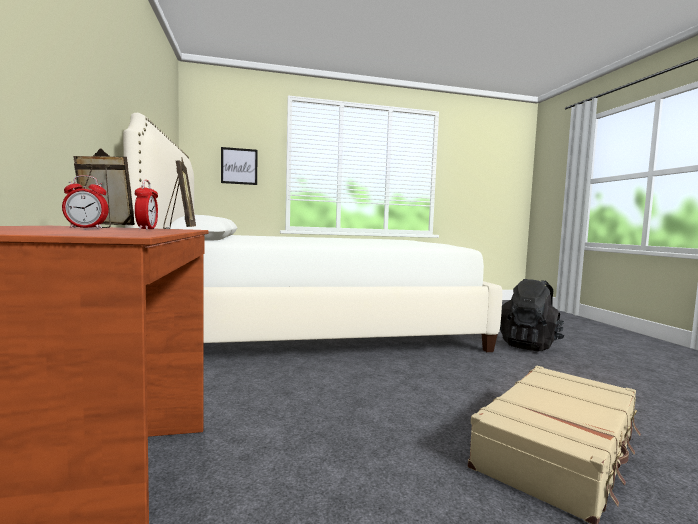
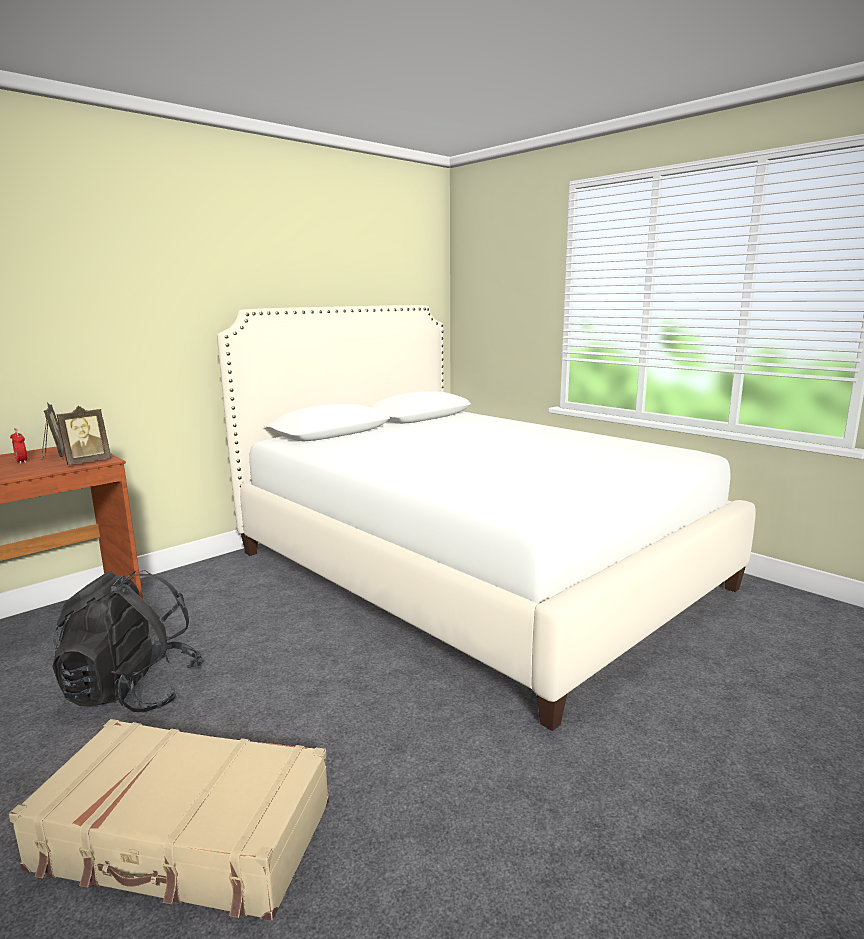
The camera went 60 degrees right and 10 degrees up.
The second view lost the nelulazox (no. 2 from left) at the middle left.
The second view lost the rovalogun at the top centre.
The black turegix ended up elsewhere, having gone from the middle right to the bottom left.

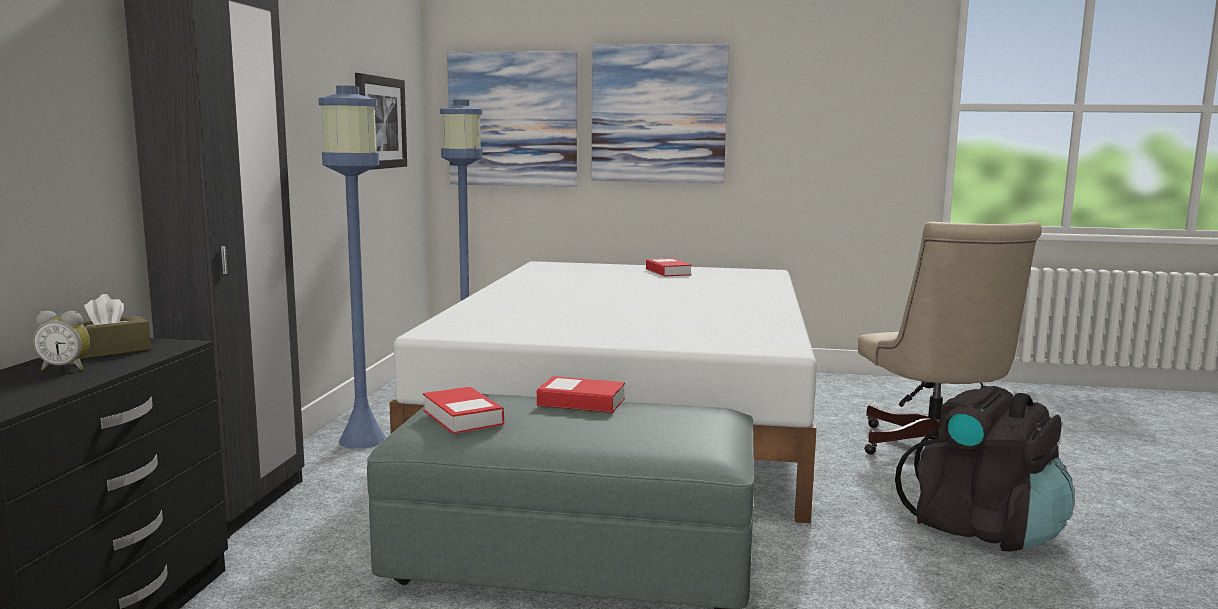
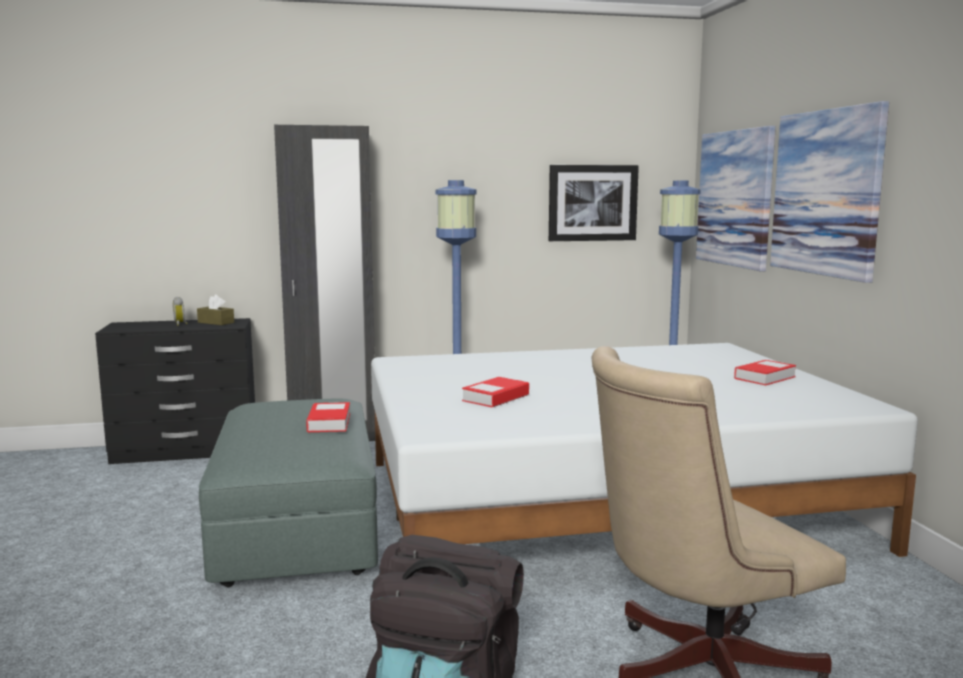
The camera went 70 degrees right and 0 degrees up.
The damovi (no. 1 from left in the first image) ended up elsewhere, having gone from the bottom centre to the centre.

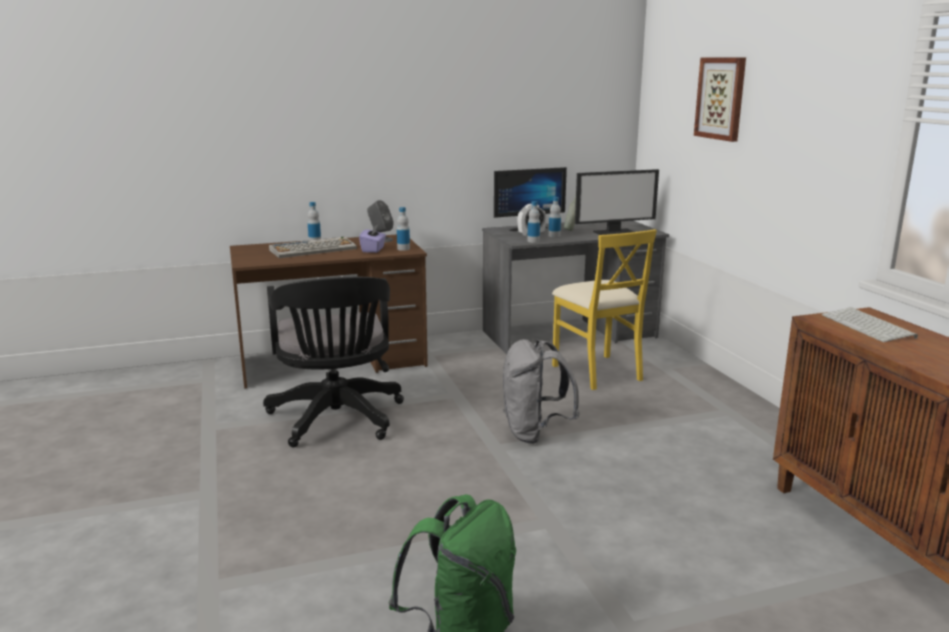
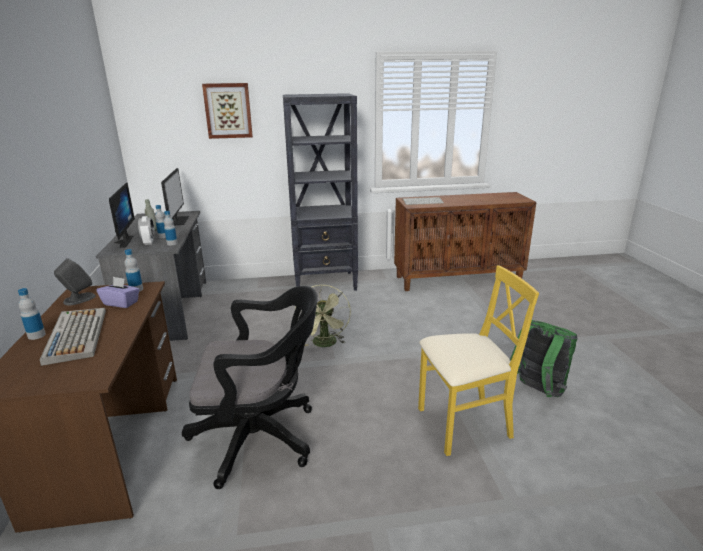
The camera went 80 degrees left and 5 degrees up.
Where the grey turegix stood at the centre, the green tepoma came to stand at the centre.
The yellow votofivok ended up elsewhere, having gone from the centre to the middle right.
The second view gained the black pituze at the centre.

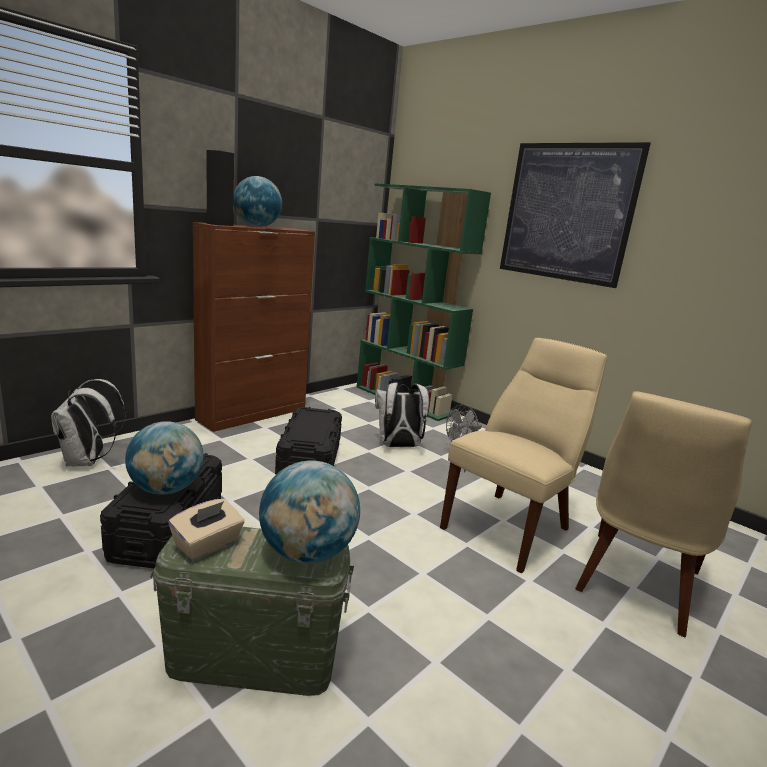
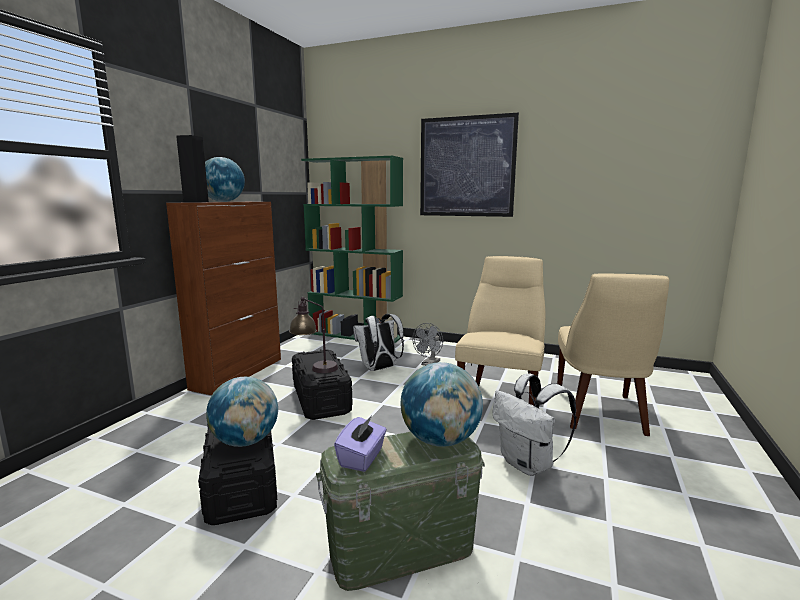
The camera went 20 degrees left and 5 degrees down.
The white turegix (no. 1 from left in the first image) ended up elsewhere, having gone from the middle left to the bottom right.
What was the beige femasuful at the bottom left turned into the purple femasuful at the bottom centre.
The second view gained the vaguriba at the centre.

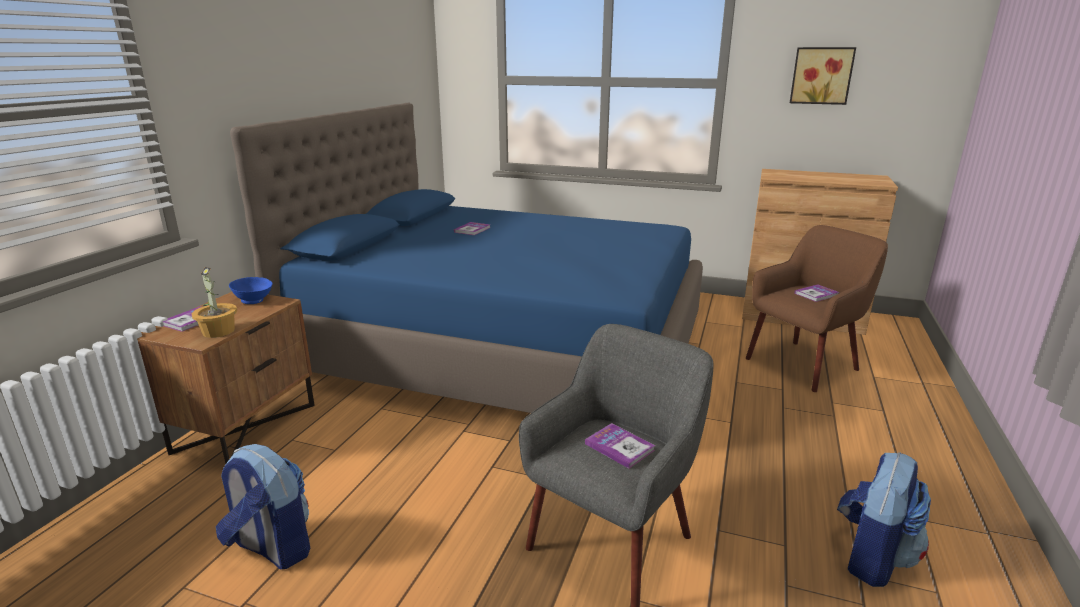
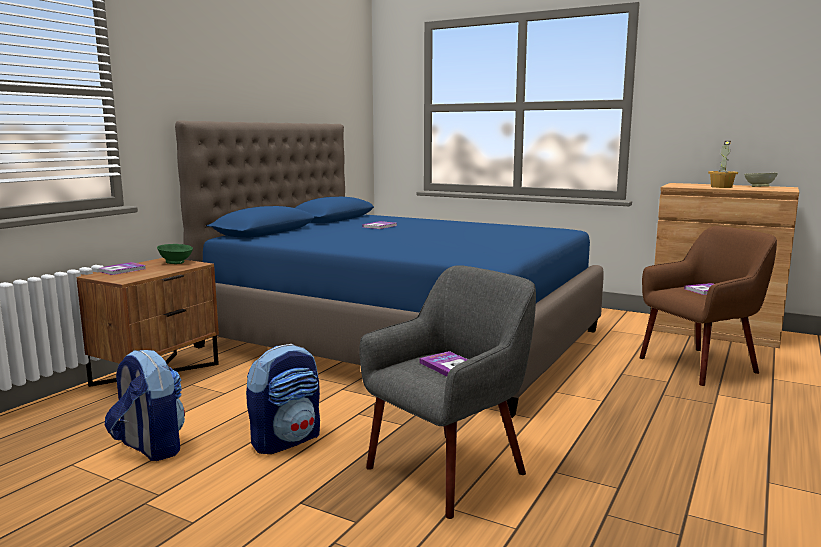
The camera went 10 degrees right and 10 degrees down.
The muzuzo ended up elsewhere, having gone from the middle left to the top right.
What was the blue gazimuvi at the middle left turned into the green gazimuvi at the middle left.
The second view lost the rovalogun at the top right.
The turegix (no. 2 from left) ended up elsewhere, having gone from the bottom right to the bottom centre.
The second view gained the beige gazimuvi at the top right.

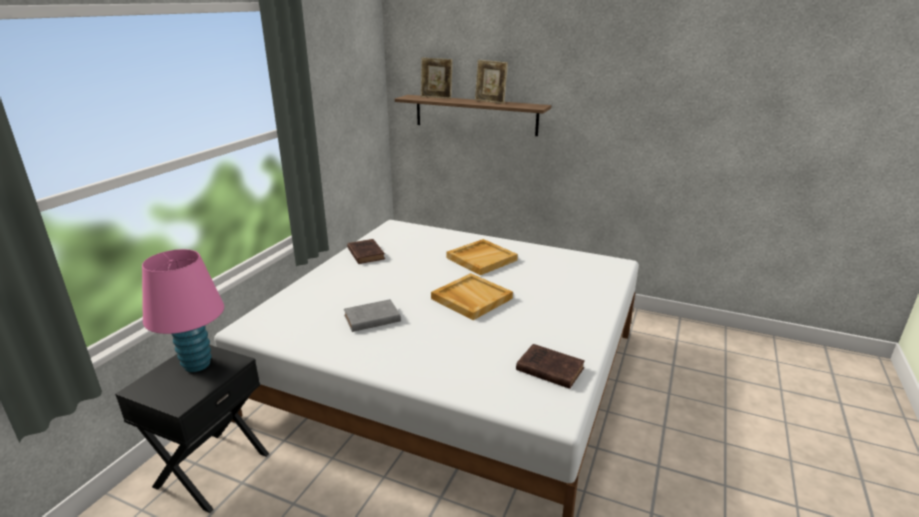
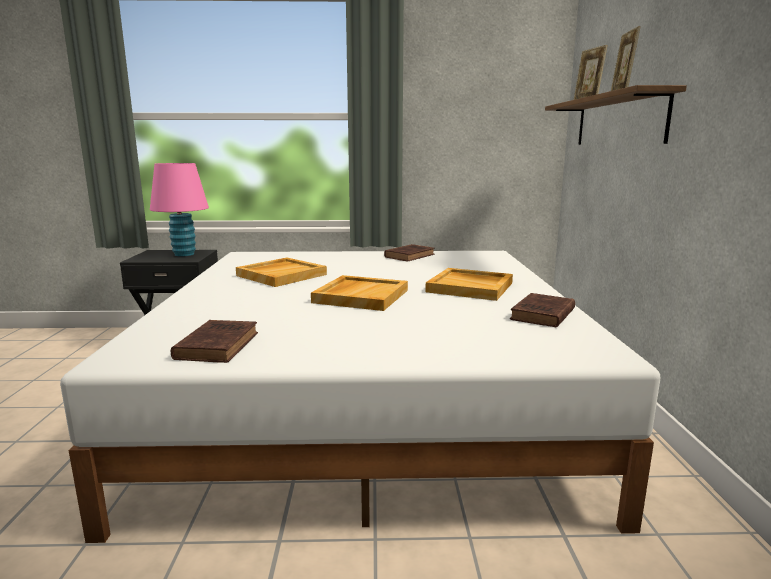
The camera went 65 degrees right and 10 degrees down.
Where the grey damovi stood at the centre, the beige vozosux (no. 1 from left) came to stand at the centre.
The second view gained the brown damovi (no. 3 from left) at the middle right.

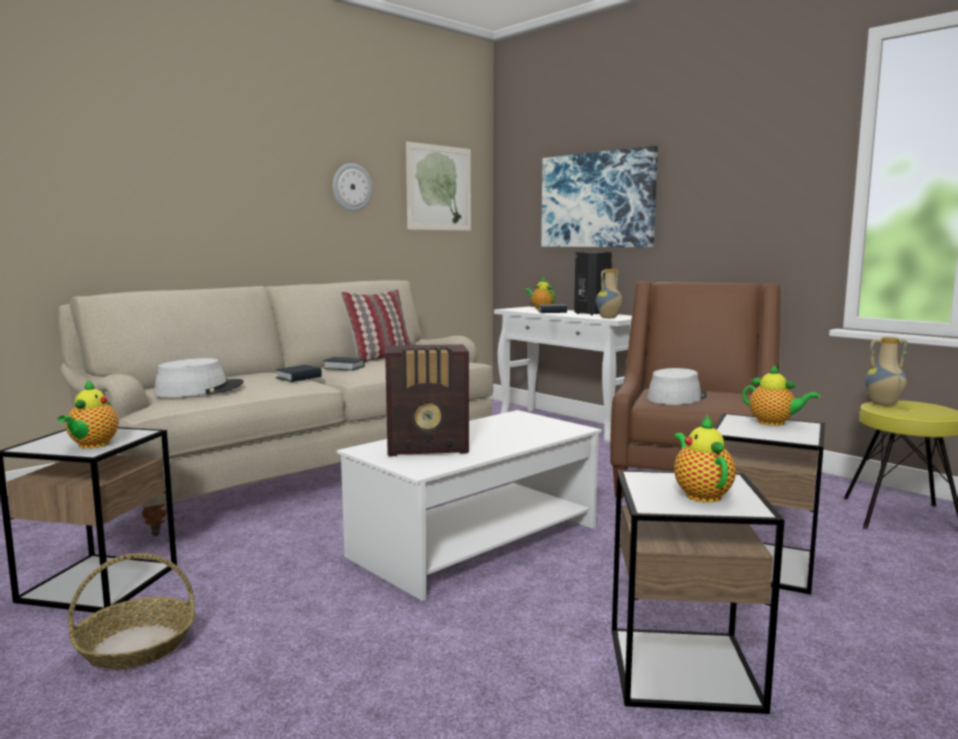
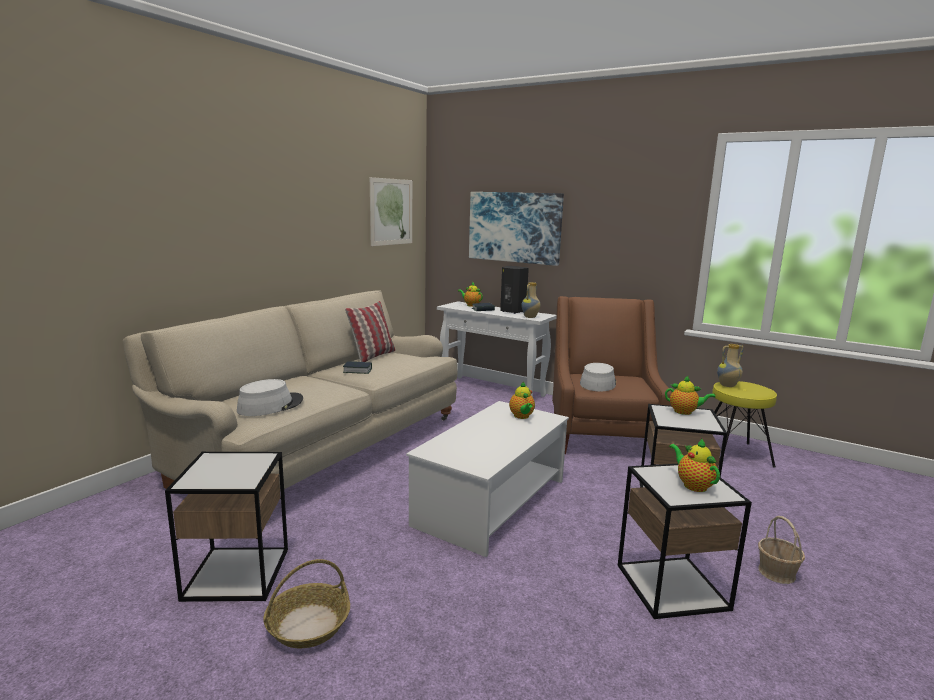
The camera went 15 degrees left and 5 degrees up.
The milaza (no. 1 from left in the first image) ended up elsewhere, having gone from the middle left to the centre.
The second view lost the damovi (no. 1 from left) at the middle left.
The second view lost the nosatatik at the top centre.
The second view lost the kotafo at the centre.
The second view gained the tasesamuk (no. 2 from left) at the bottom right.

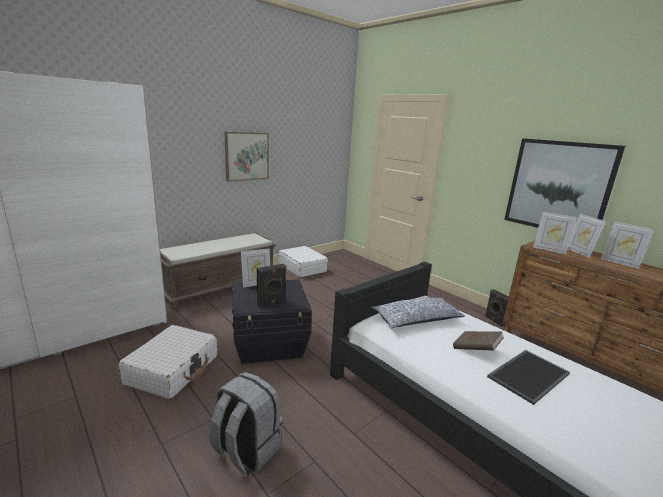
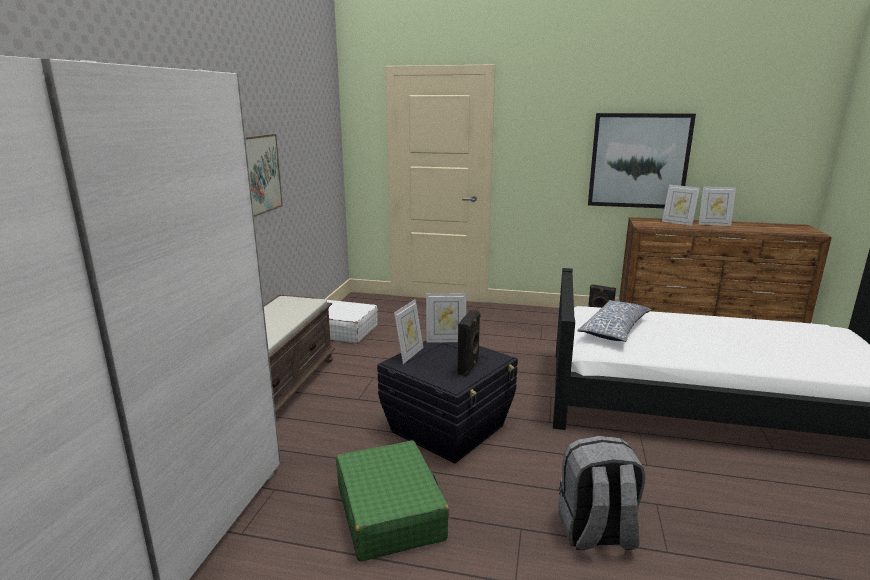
The camera went 35 degrees left and 0 degrees up.
What was the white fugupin (no. 1 from left) at the bottom left turned into the green fugupin at the bottom centre.
The second view lost the brown damovi at the bottom right.
The second view lost the vozosux at the bottom right.
The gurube (no. 2 from left) ended up elsewhere, having gone from the middle right to the centre.

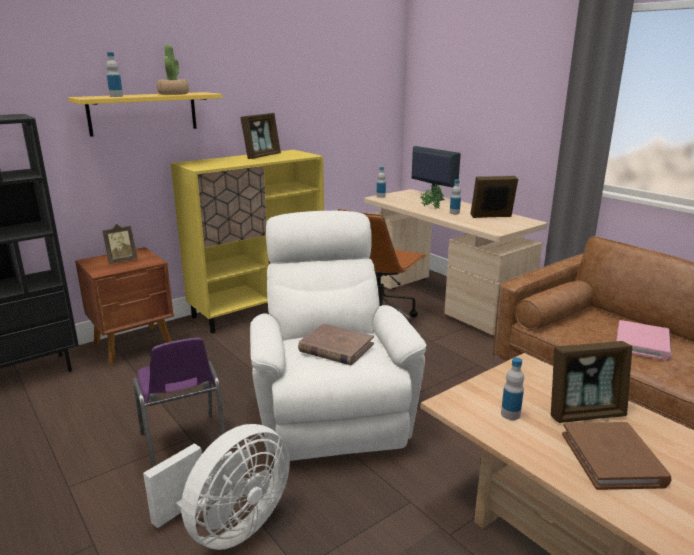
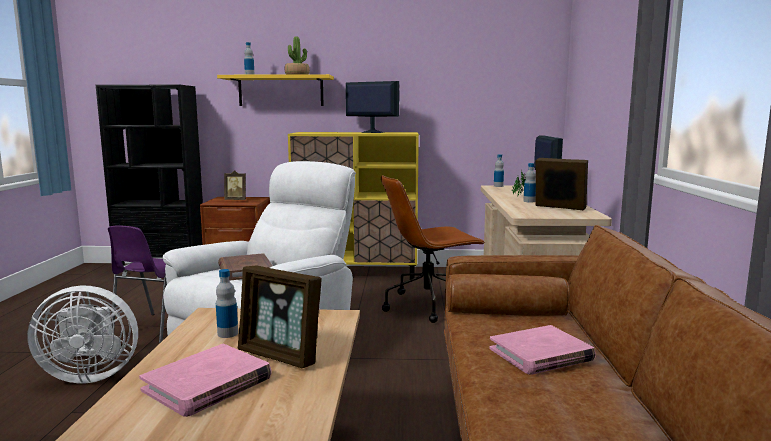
The camera went 40 degrees right and 10 degrees down.
Where the gurube (no. 2 from left) stood at the top centre, the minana (no. 1 from left) came to stand at the top centre.
What was the brown damovi (no. 2 from left) at the bottom right turned into the pink damovi (no. 1 from left) at the bottom left.

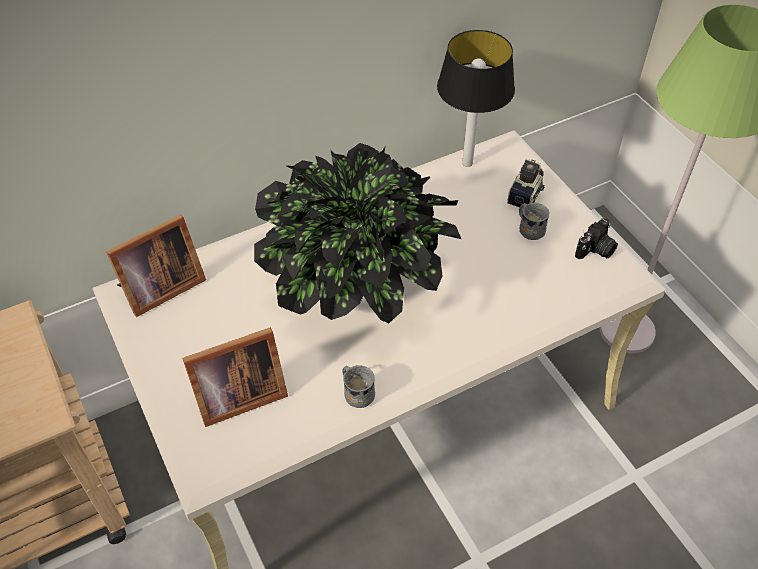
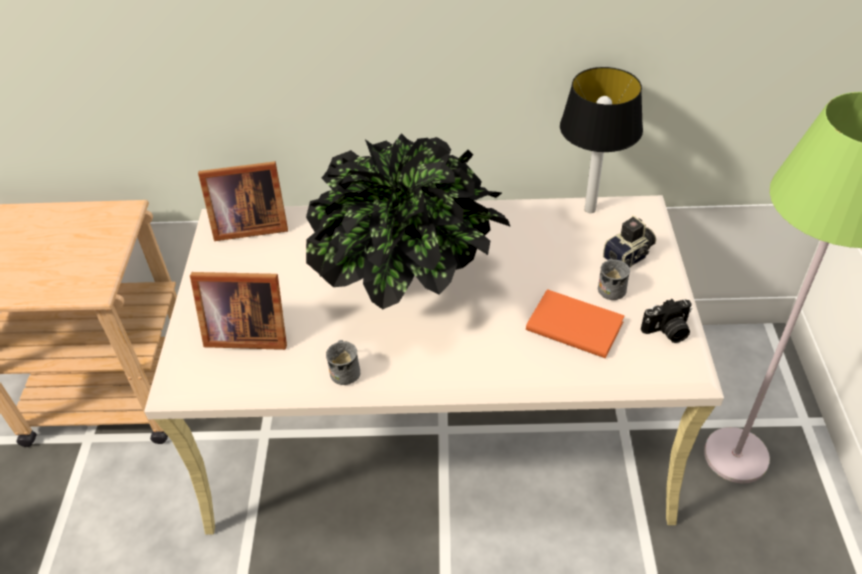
The camera went 30 degrees right and 5 degrees down.
The second view gained the orange damovi at the middle right.

